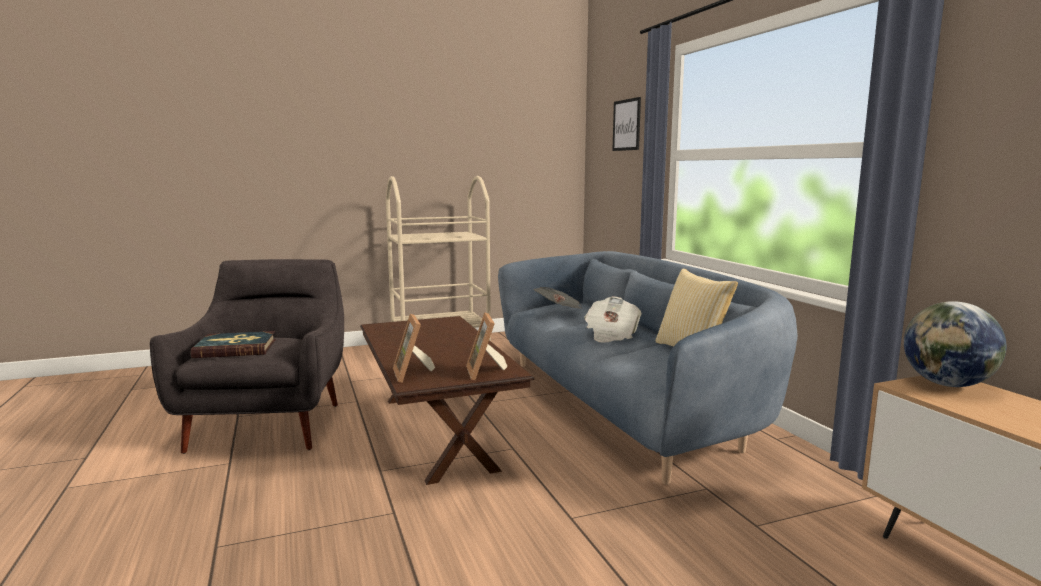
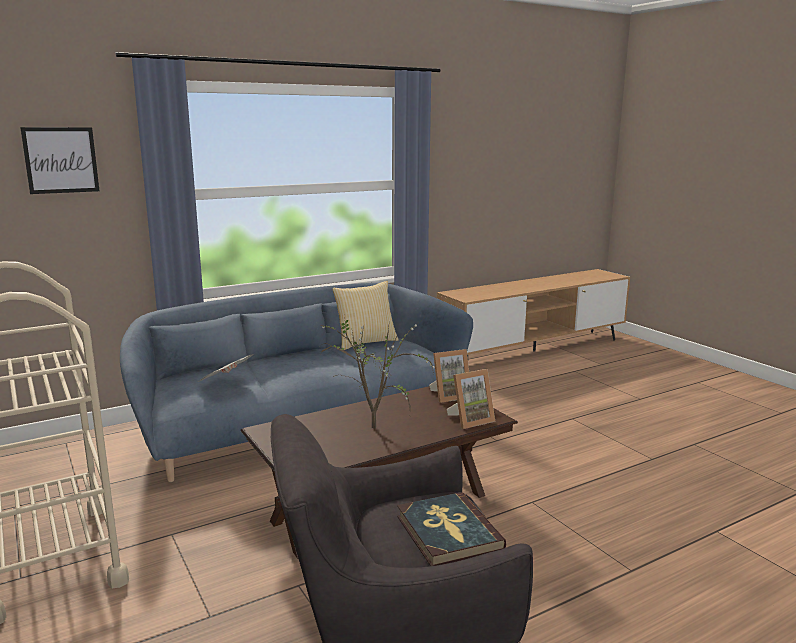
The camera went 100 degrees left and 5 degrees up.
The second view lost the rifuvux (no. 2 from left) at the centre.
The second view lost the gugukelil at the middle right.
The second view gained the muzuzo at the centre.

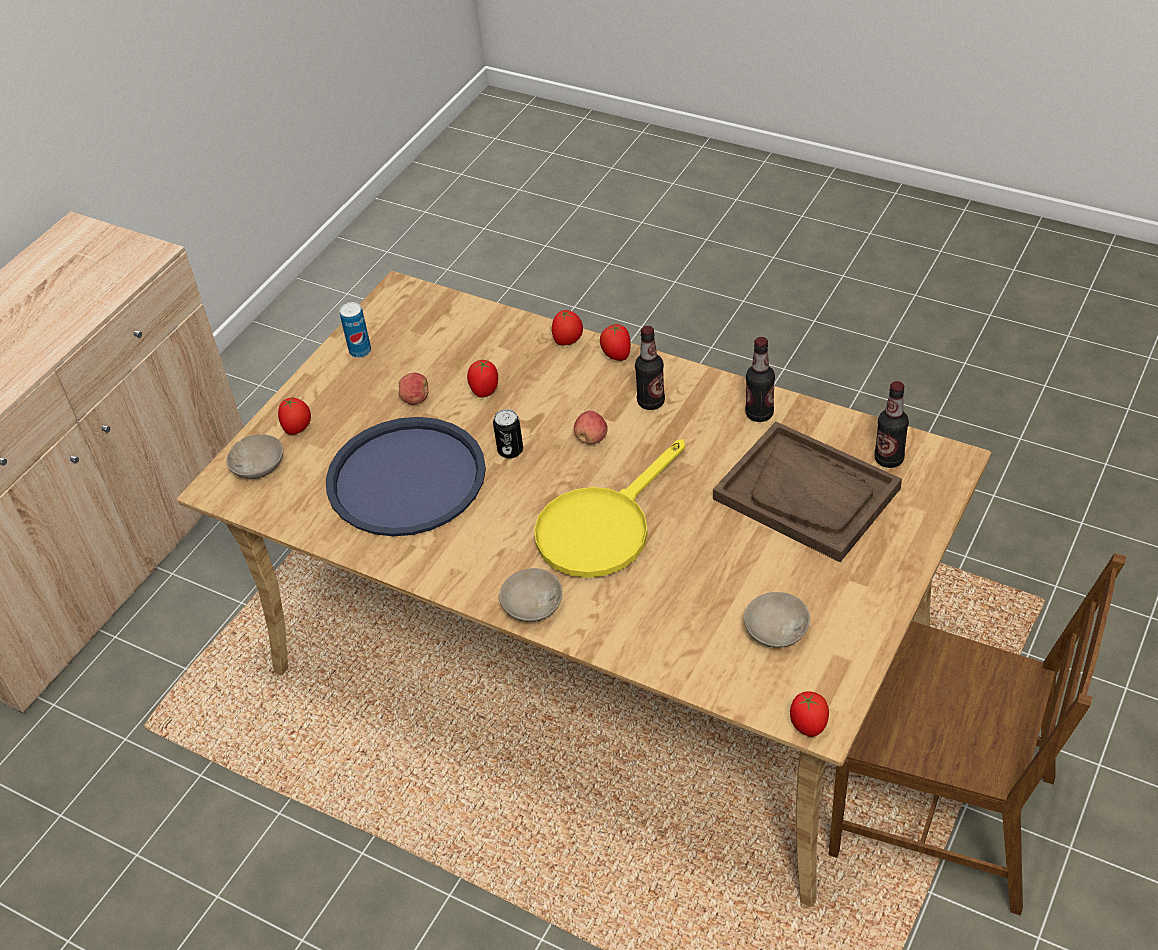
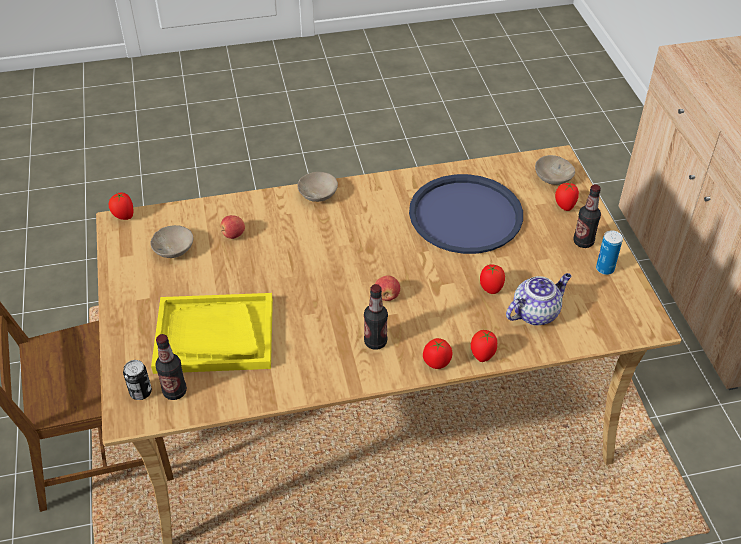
The camera went 135 degrees right and 0 degrees up.
The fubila (no. 1 from left) ended up elsewhere, having gone from the centre to the middle left.
The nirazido (no. 2 from left in the first image) ended up elsewhere, having gone from the centre to the bottom left.
The second view lost the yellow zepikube at the centre.
What was the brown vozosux at the middle right turned into the yellow vozosux at the middle left.
The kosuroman (no. 2 from left in the first image) ended up elsewhere, having gone from the centre to the middle right.
The second view gained the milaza at the middle right.

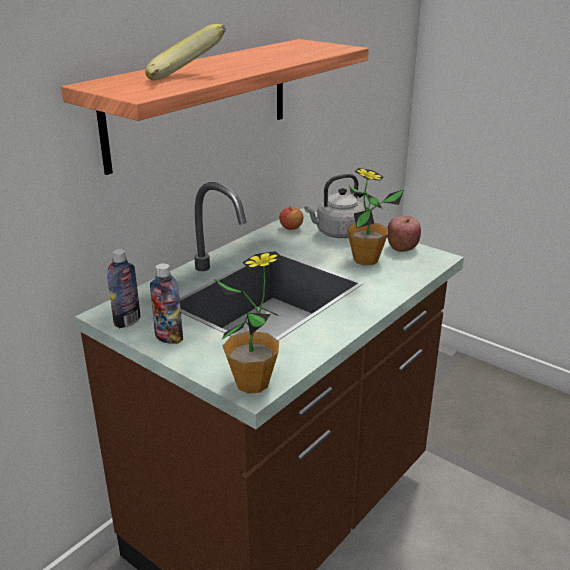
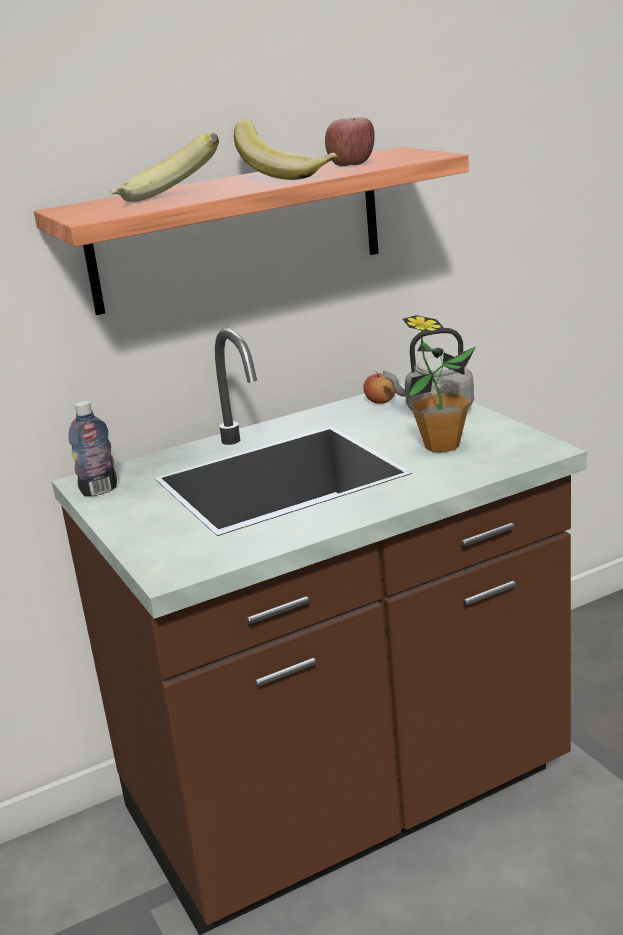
The camera went 25 degrees right and 5 degrees down.
The second view lost the kosuroman (no. 2 from left) at the middle left.
The second view lost the muzuzo (no. 1 from left) at the centre.
The fubila (no. 2 from left in the first image) ended up elsewhere, having gone from the middle right to the top centre.
The second view gained the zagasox (no. 2 from left) at the top centre.

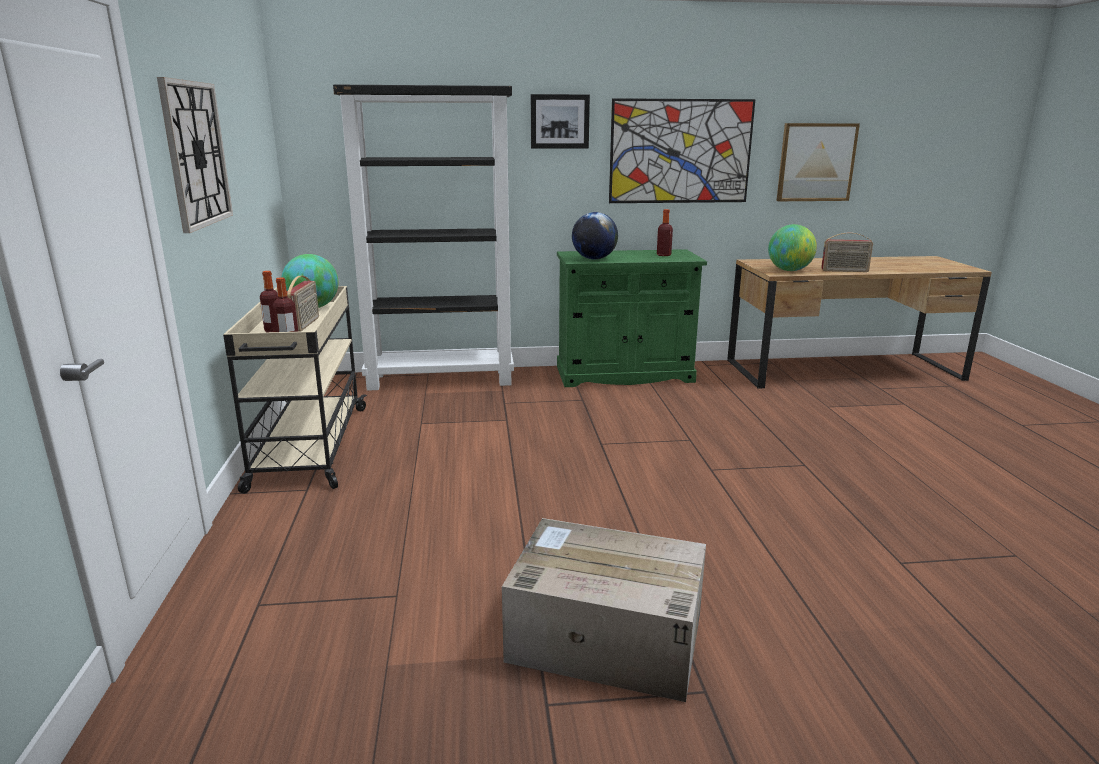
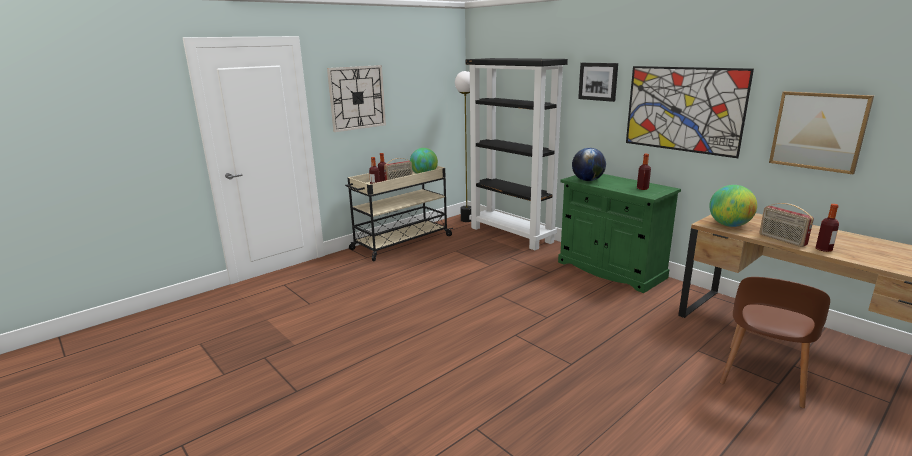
The camera went 55 degrees right and 0 degrees up.
The second view lost the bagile at the bottom centre.
The second view gained the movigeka at the top centre.
The second view gained the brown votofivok at the bottom right.
The second view gained the kosuroman (no. 4 from left) at the middle right.

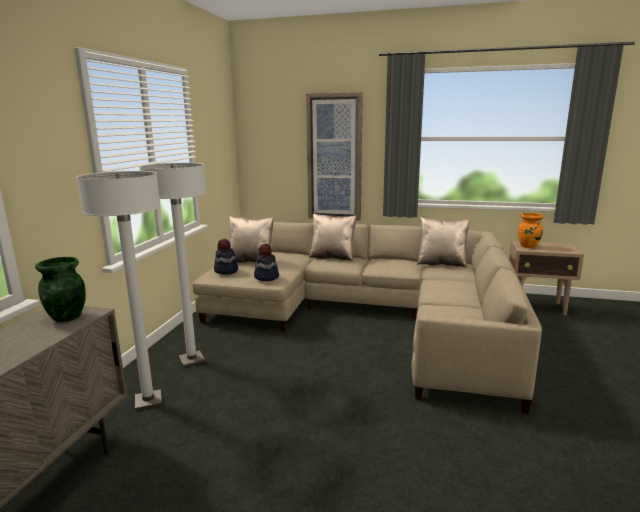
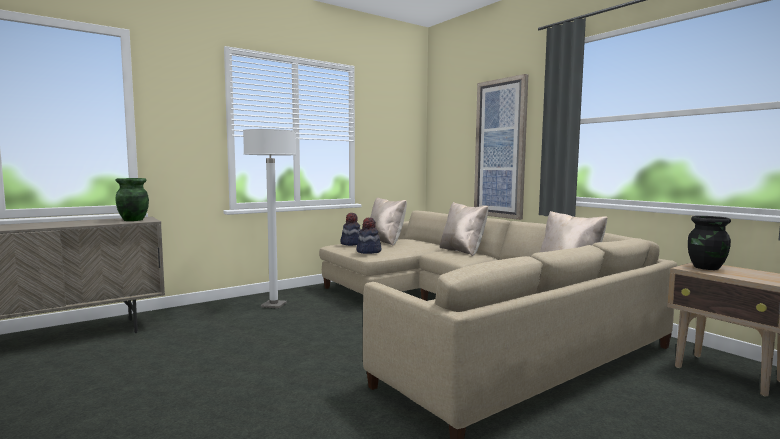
The camera went 40 degrees right and 10 degrees down.
The second view lost the white movigeka (no. 1 from left) at the middle left.
What was the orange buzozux at the middle right turned into the black buzozux at the middle right.

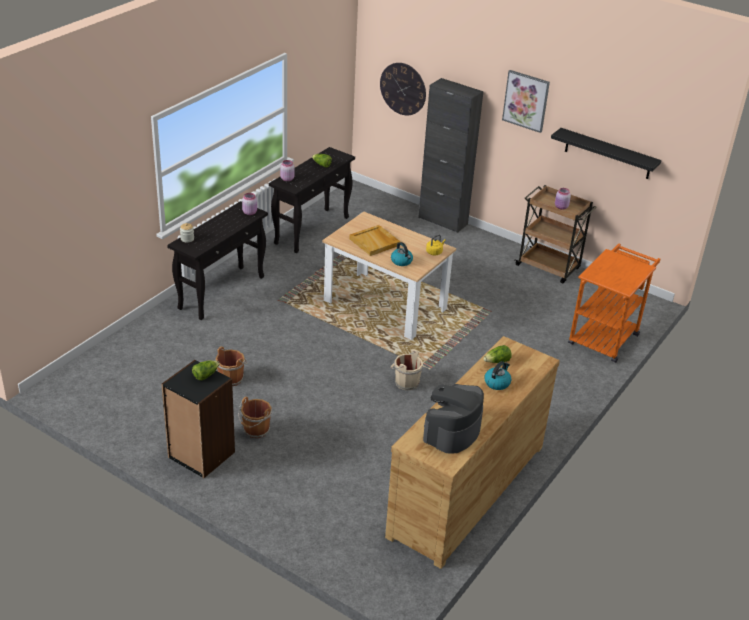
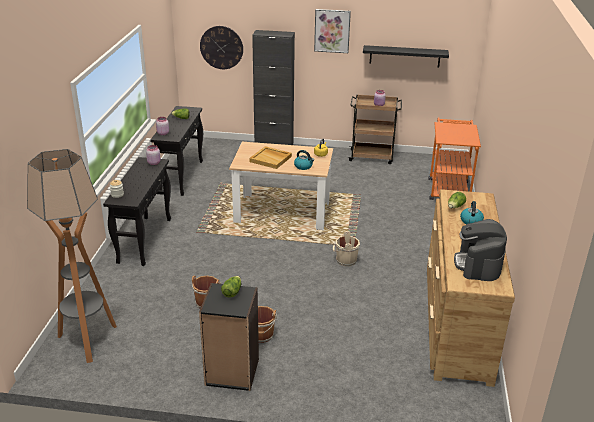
The camera went 25 degrees left and 5 degrees down.
The second view gained the movigeka at the middle left.

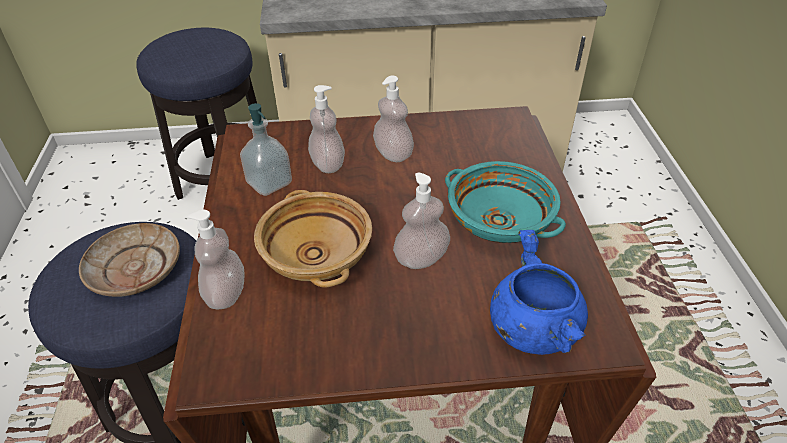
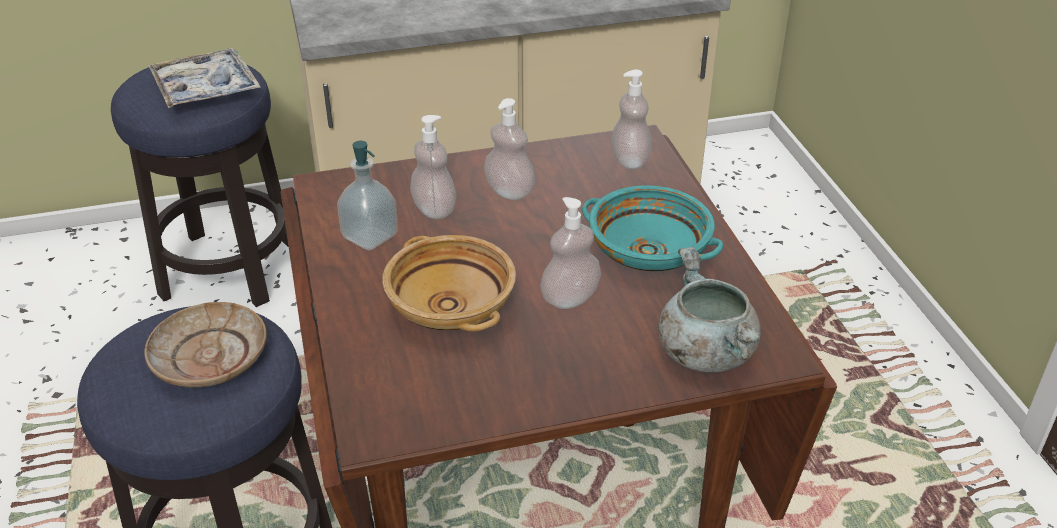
The camera went 10 degrees left and 5 degrees down.
The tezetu (no. 1 from left in the first image) ended up elsewhere, having gone from the middle left to the top centre.
What was the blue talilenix at the middle right turned into the grey talilenix at the middle right.
The second view gained the vozosux at the top left.

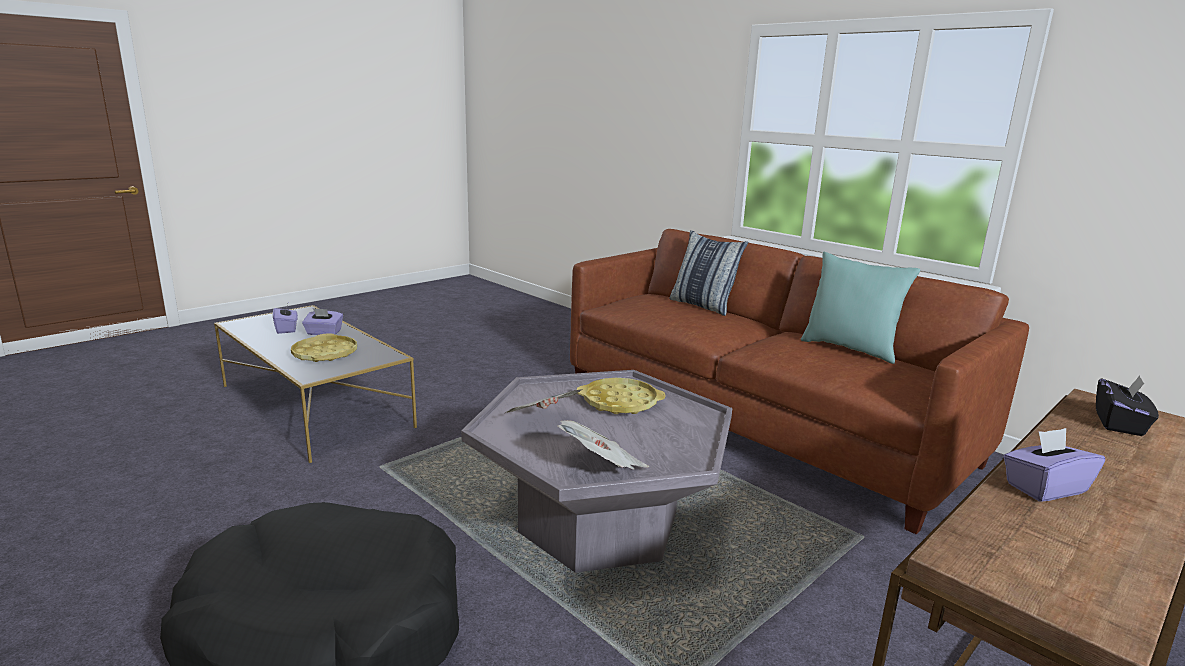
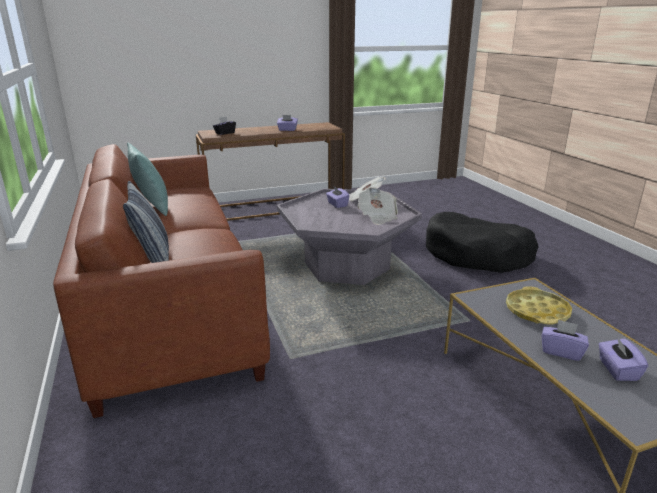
The camera went 155 degrees left and 5 degrees up.
The second view lost the yellow vozosux (no. 2 from left) at the centre.
The second view gained the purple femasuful (no. 2 from left) at the centre.

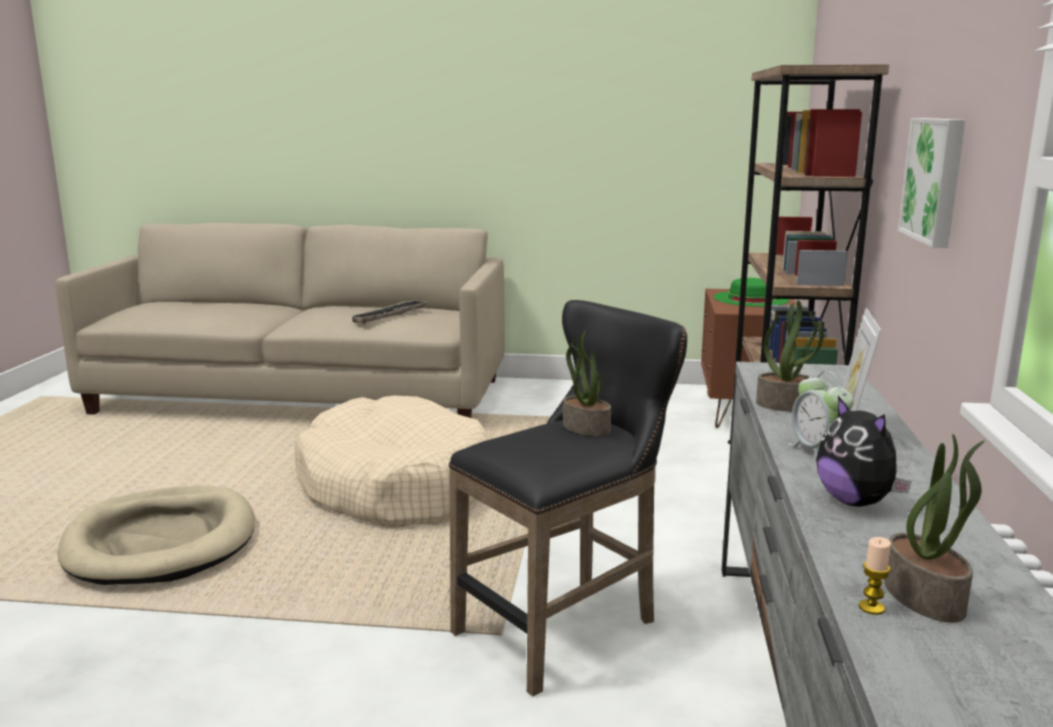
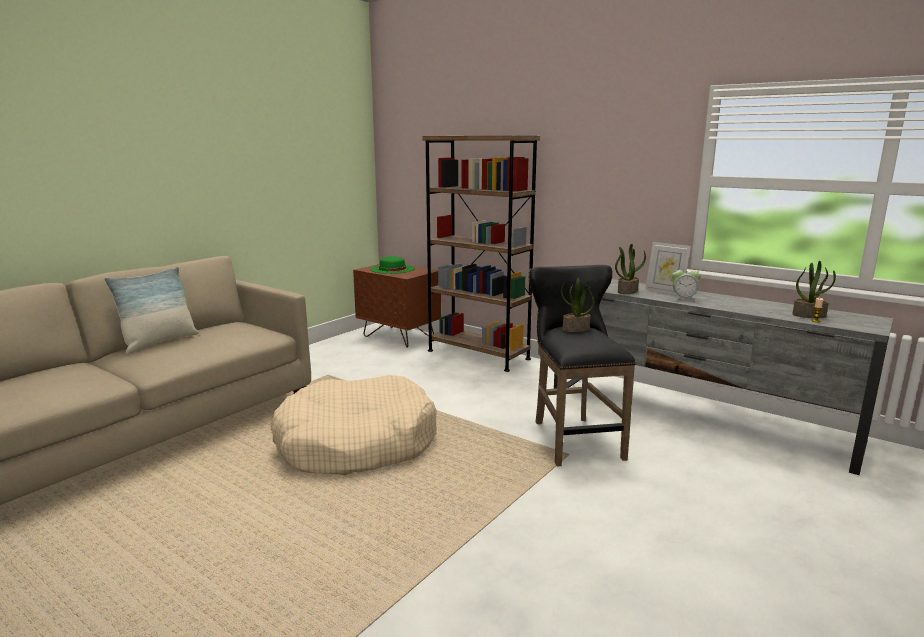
The camera went 60 degrees left and 0 degrees up.
The second view lost the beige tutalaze (no. 1 from left) at the bottom left.
The second view lost the vozosux at the centre.
The second view lost the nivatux at the middle right.
The second view lost the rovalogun at the top right.
The second view gained the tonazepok at the middle left.

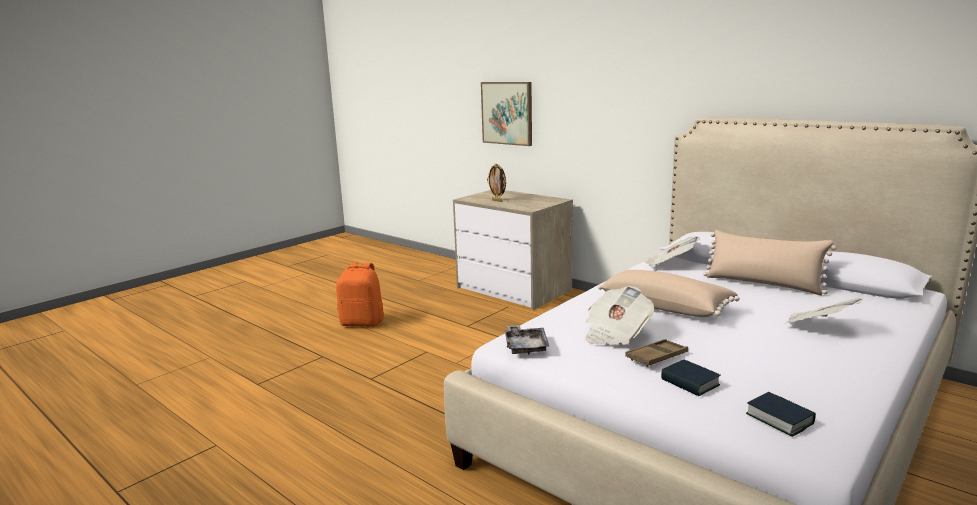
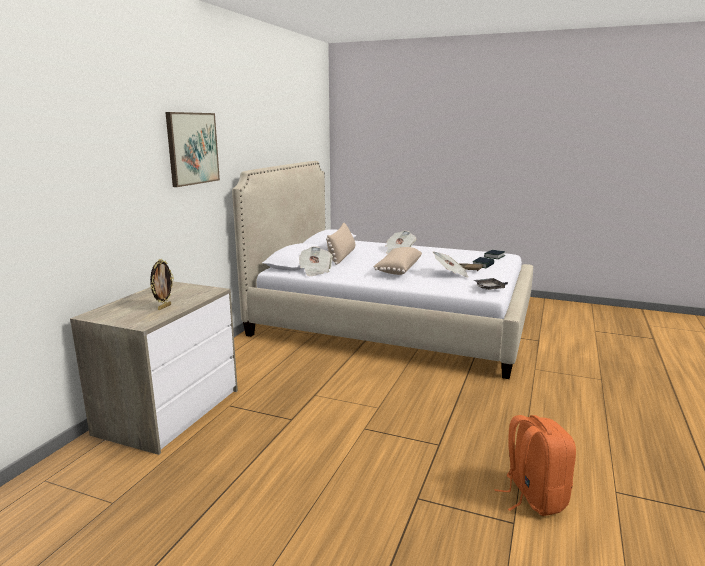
The camera went 110 degrees left and 0 degrees up.
The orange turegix ended up elsewhere, having gone from the centre to the bottom right.
The rovalogun ended up elsewhere, having gone from the top centre to the top left.

